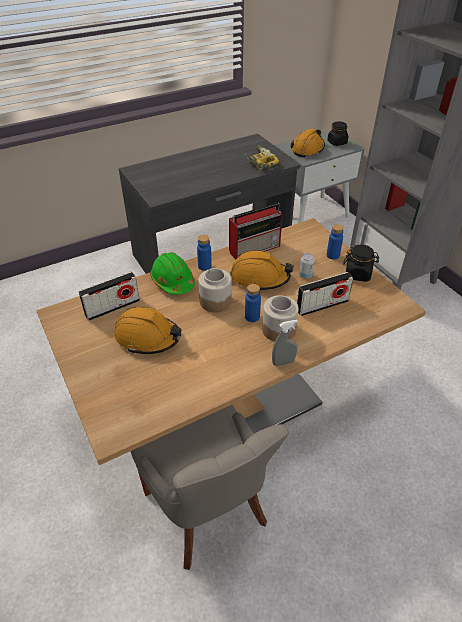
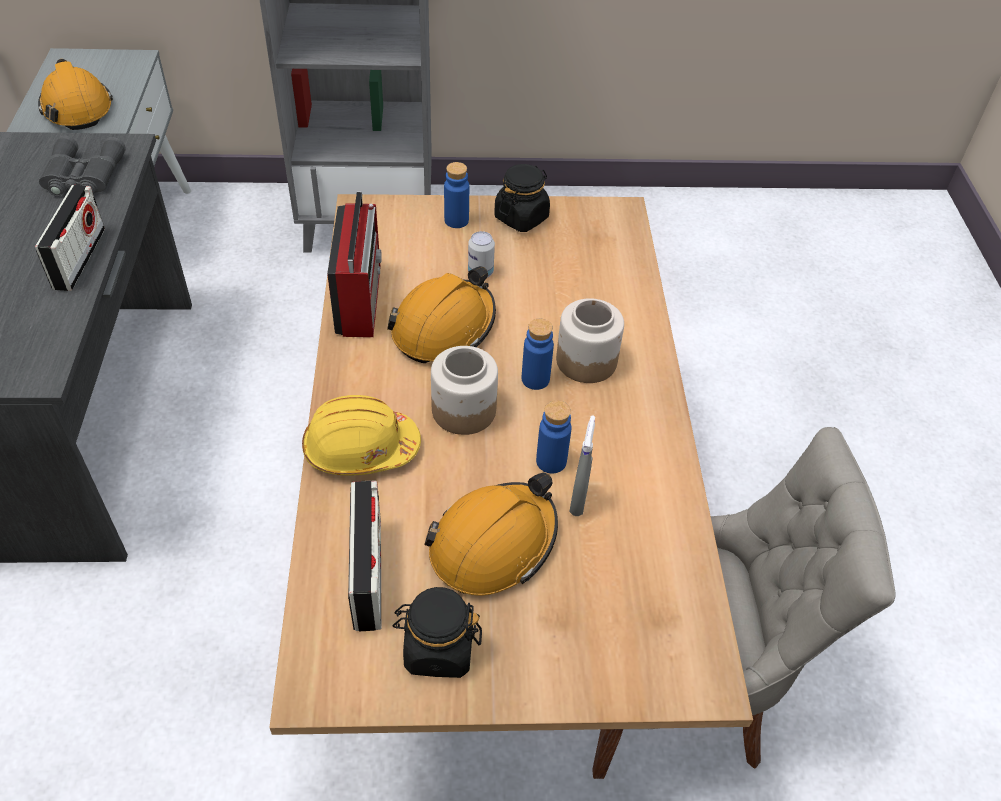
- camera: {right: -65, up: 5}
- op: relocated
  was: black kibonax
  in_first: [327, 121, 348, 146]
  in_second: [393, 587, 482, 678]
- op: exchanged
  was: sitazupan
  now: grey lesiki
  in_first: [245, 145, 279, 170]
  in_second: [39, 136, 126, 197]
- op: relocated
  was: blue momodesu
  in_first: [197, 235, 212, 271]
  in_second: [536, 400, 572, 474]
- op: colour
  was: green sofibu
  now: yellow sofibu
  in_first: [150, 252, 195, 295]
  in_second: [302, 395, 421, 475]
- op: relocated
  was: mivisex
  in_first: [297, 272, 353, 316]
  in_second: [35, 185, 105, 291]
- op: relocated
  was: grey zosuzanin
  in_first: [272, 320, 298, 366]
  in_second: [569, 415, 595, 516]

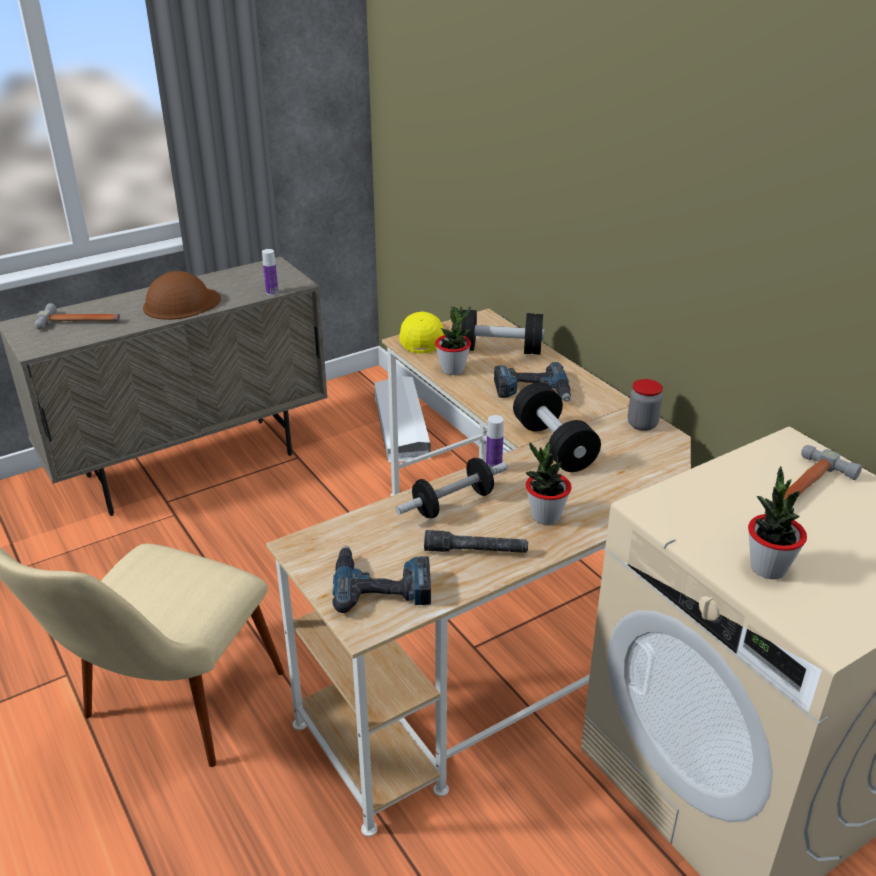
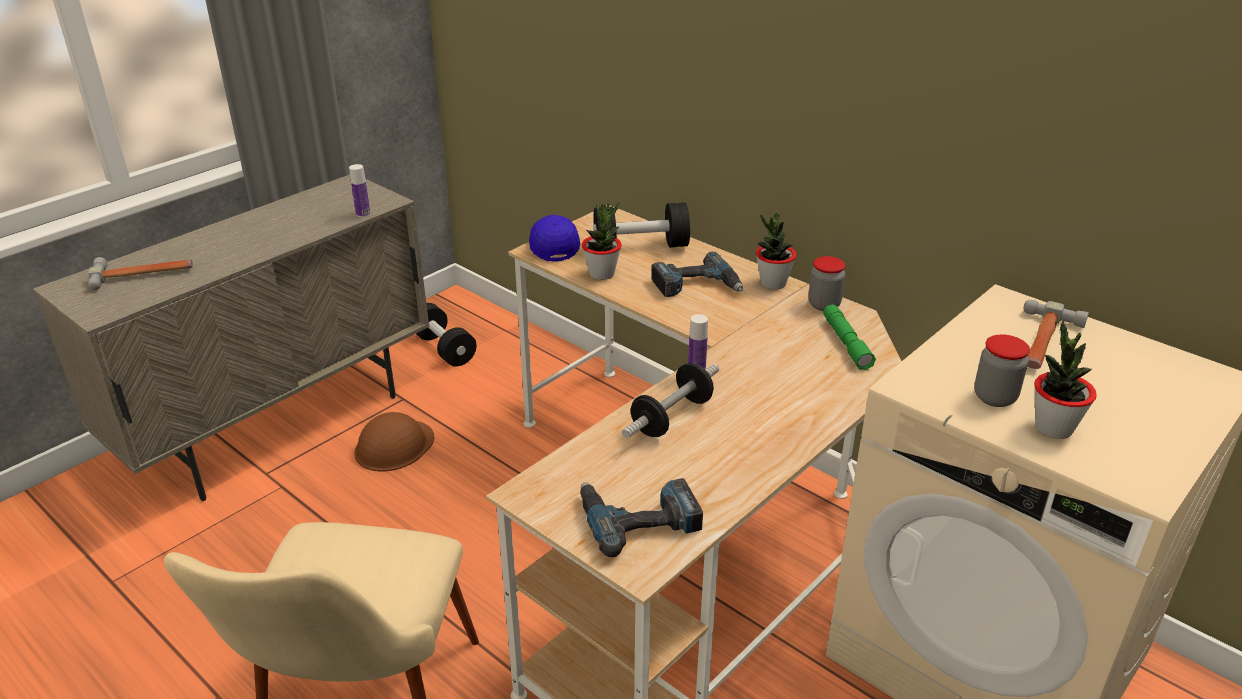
- camera: {right: -15, up: 0}
- op: relocated
  was: brown sofibu
  in_first: [143, 271, 221, 320]
  in_second: [354, 412, 434, 471]
- op: colour
  was: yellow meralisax
  now: blue meralisax
  in_first: [399, 311, 444, 354]
  in_second: [529, 215, 580, 262]
- op: missing
  was: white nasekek
  in_first: [374, 376, 431, 463]
- op: relocated
  was: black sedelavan
  in_first: [513, 382, 601, 472]
  in_second: [416, 303, 477, 366]
- op: relocated
  was: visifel
  in_first: [526, 442, 571, 525]
  in_second: [756, 213, 797, 290]
- op: missing
  was: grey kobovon
  in_first: [424, 530, 528, 553]
- op: appeared
  now: green kobovon
  in_second: [823, 305, 876, 370]
- op: appeared
  now: kibonax
  in_second: [974, 334, 1030, 407]

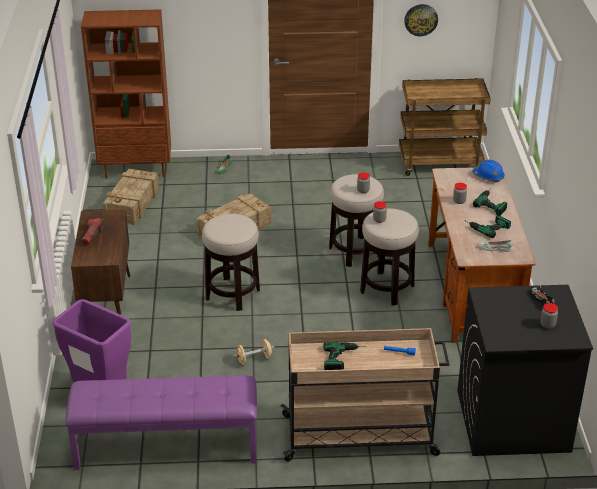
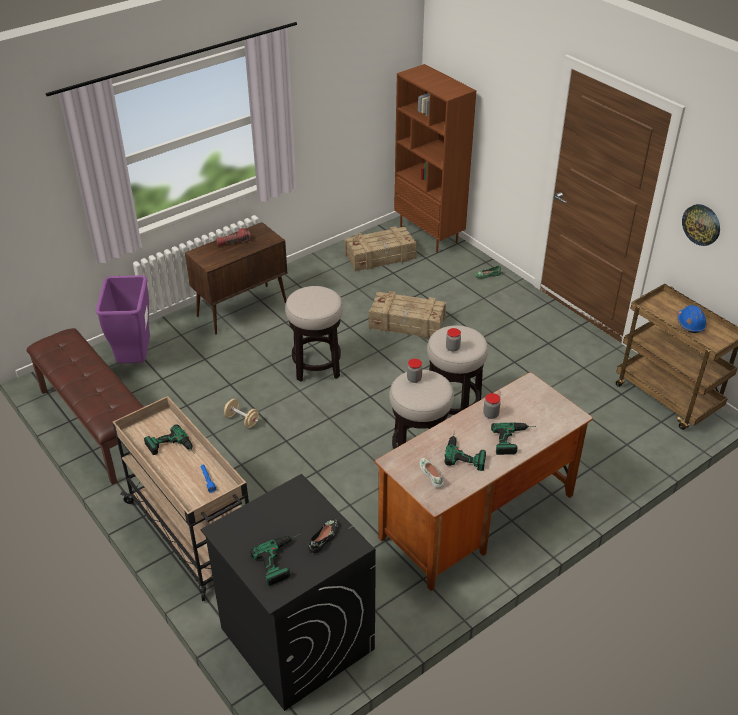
- camera: {right: 55, up: 5}
- op: relocated
  was: blue sofibu
  in_first: [473, 159, 505, 182]
  in_second: [677, 305, 707, 333]
- op: exchanged
  was: kibonax
  now: sitazupan
  in_first: [540, 303, 558, 329]
  in_second: [250, 534, 301, 586]
- op: colour
  was: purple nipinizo
  now: brown nipinizo
  in_first: [65, 375, 257, 470]
  in_second: [27, 328, 144, 485]

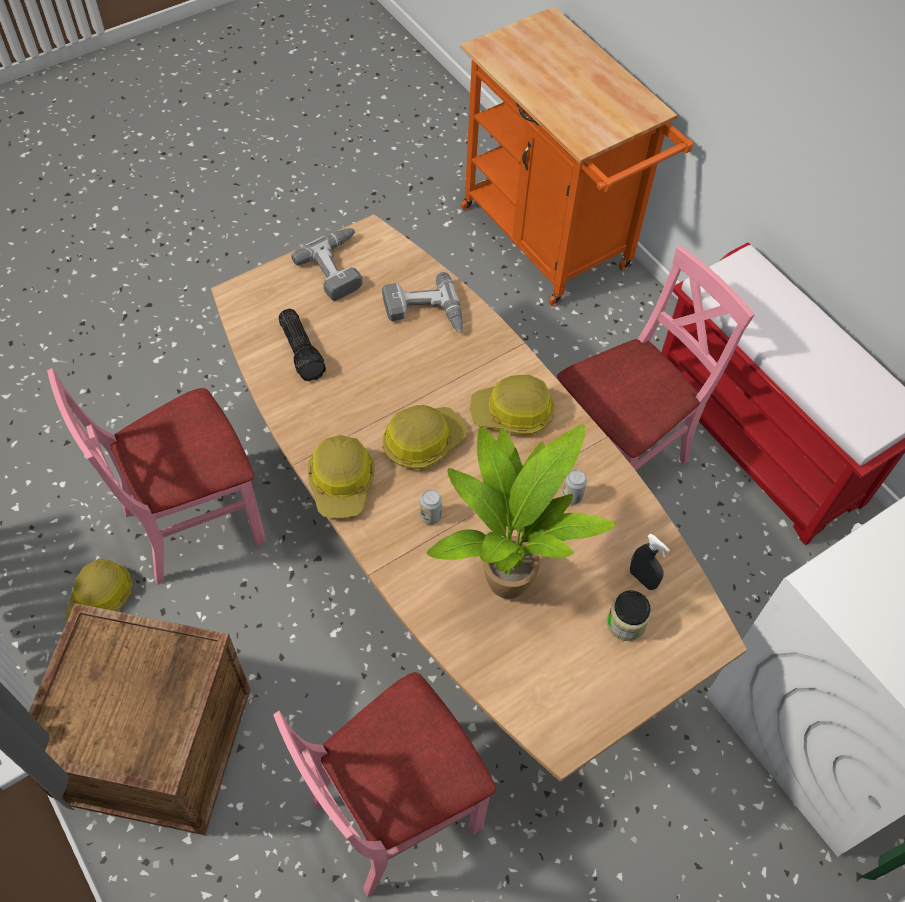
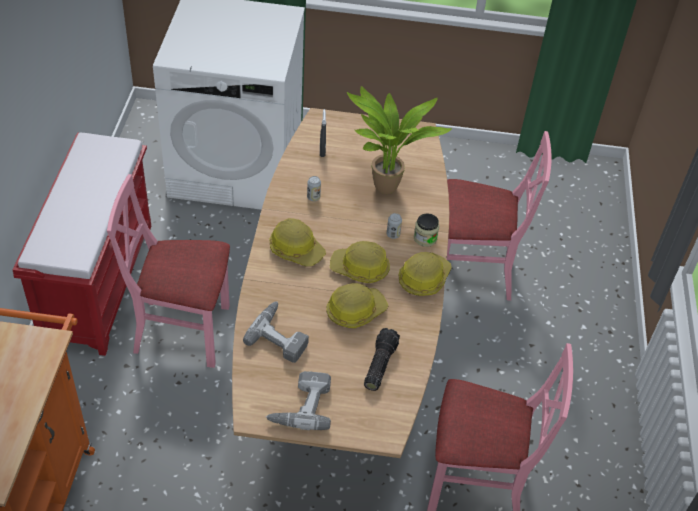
- camera: {right: -140, up: -10}
- op: relocated
  was: sofibu
  in_first: [65, 559, 133, 622]
  in_second: [326, 283, 388, 328]
- op: relocated
  was: kibonax
  in_first: [607, 590, 651, 641]
  in_second: [414, 213, 439, 247]
- op: missing
  was: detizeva
  in_first: [27, 603, 250, 835]

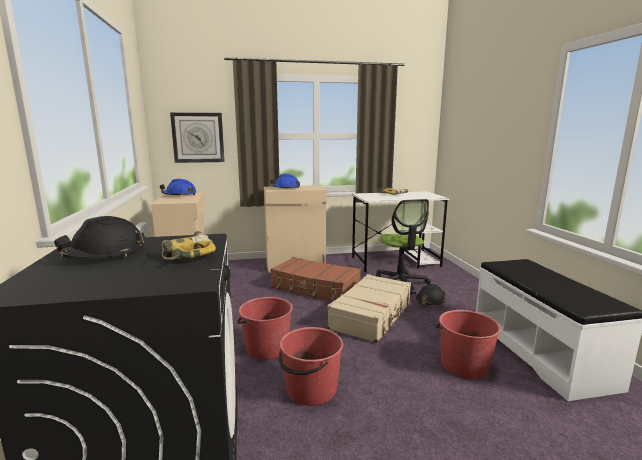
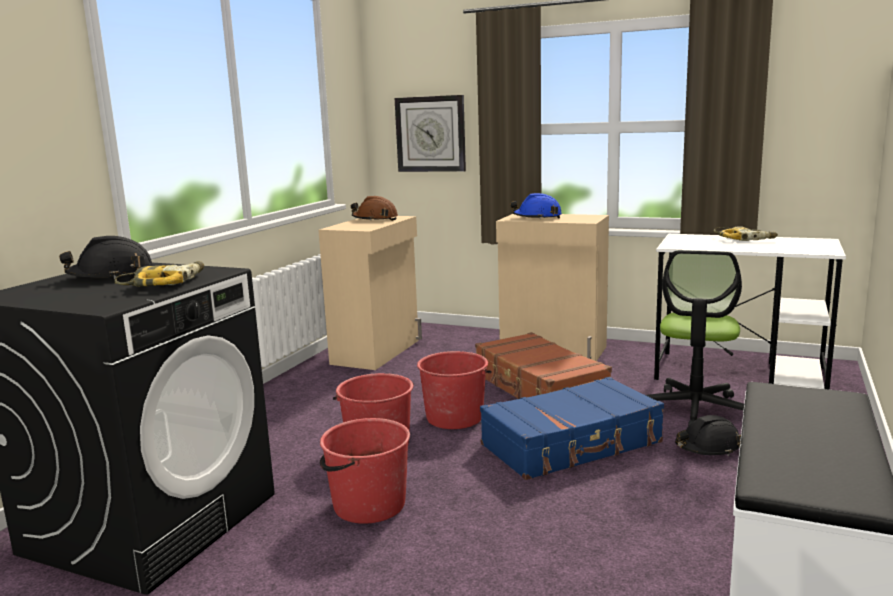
- camera: {right: 35, up: 0}
- op: colour
  was: blue sofibu
  now: brown sofibu
  in_first: [160, 179, 196, 195]
  in_second: [351, 196, 398, 221]
- op: colour
  was: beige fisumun
  now: blue fisumun
  in_first: [327, 274, 412, 343]
  in_second: [480, 377, 664, 480]
- op: relocated
  was: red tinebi
  in_first: [436, 310, 501, 379]
  in_second: [417, 351, 492, 429]

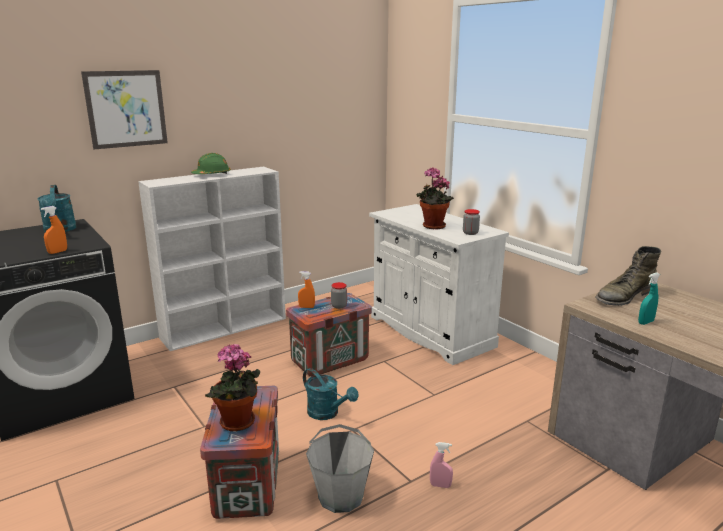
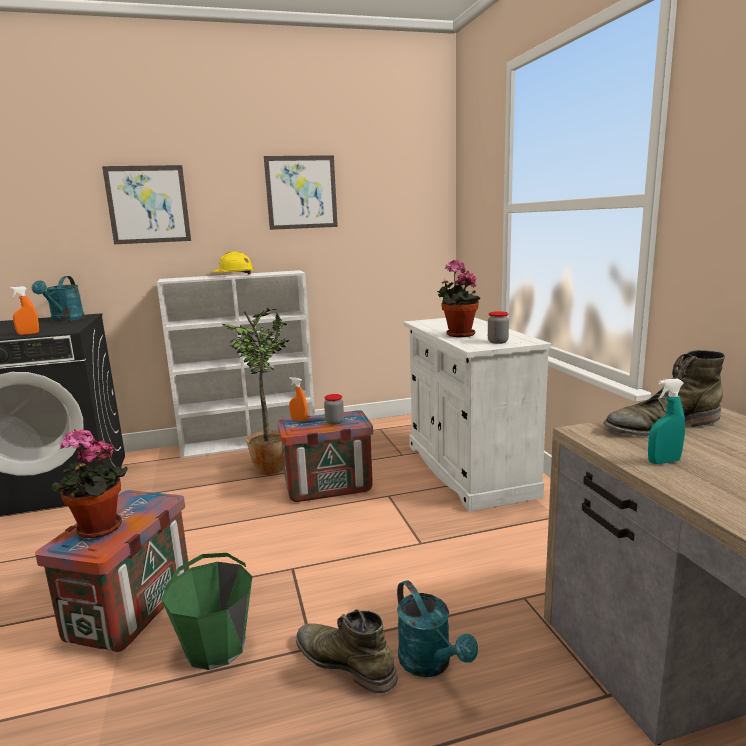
- camera: {right: 20, up: -5}
- op: colour
  was: green sofibu
  now: yellow sofibu
  in_first: [191, 153, 231, 174]
  in_second: [212, 251, 255, 275]
- op: relocated
  was: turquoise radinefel
  in_first: [303, 368, 358, 420]
  in_second: [397, 580, 478, 677]
- op: colour
  was: grey tinebi
  now: green tinebi
  in_first: [306, 424, 374, 513]
  in_second: [161, 553, 252, 670]
- op: exchanged
  was: pink zosuzanin
  now: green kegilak
  in_first: [430, 442, 453, 488]
  in_second: [296, 609, 398, 693]
- op: appeared
  now: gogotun
  in_second: [264, 155, 338, 230]
- op: appeared
  now: visifel
  in_second: [222, 307, 289, 475]

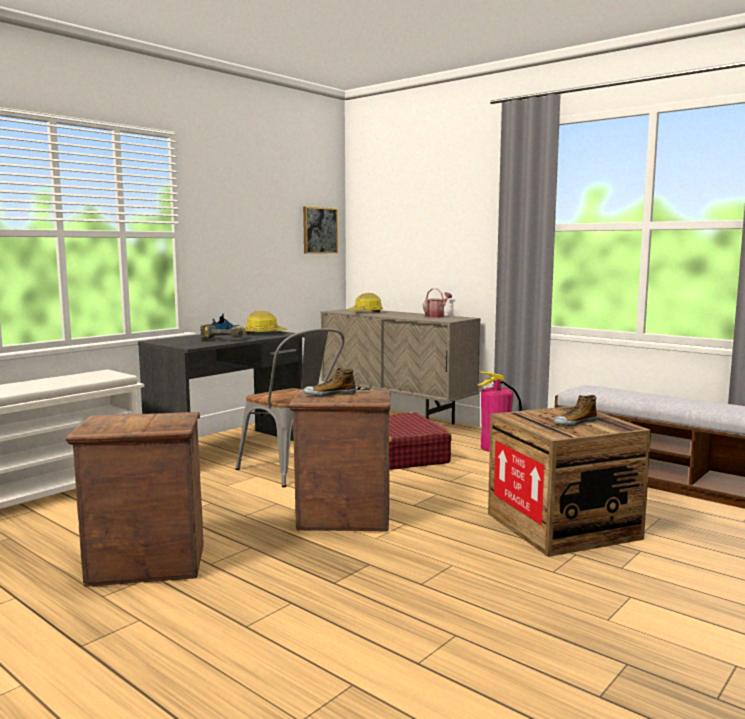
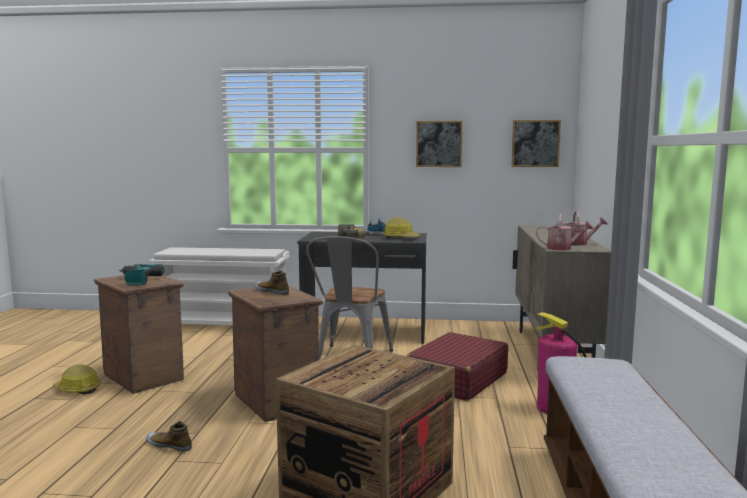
- camera: {right: 55, up: 0}
- op: relocated
  was: sofibu
  in_first: [347, 293, 383, 313]
  in_second: [53, 364, 101, 395]
- op: relocated
  was: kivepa
  in_first: [553, 395, 597, 426]
  in_second: [146, 421, 192, 452]
- op: appeared
  now: gogotun
  in_second: [416, 121, 463, 167]
- op: appeared
  now: radinefel
  in_second: [536, 214, 594, 250]
- op: appeared
  now: sitazupan
  in_second: [119, 264, 164, 285]

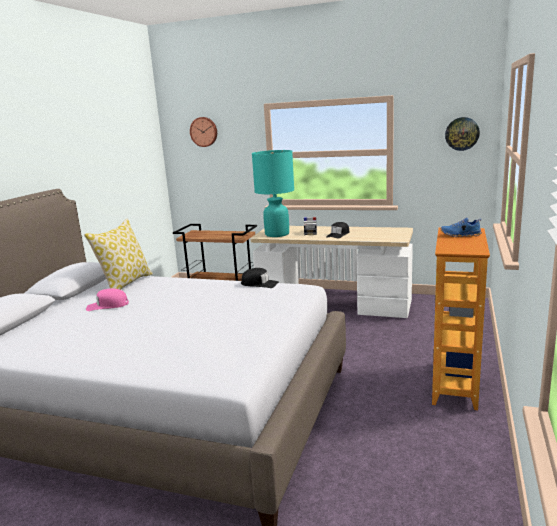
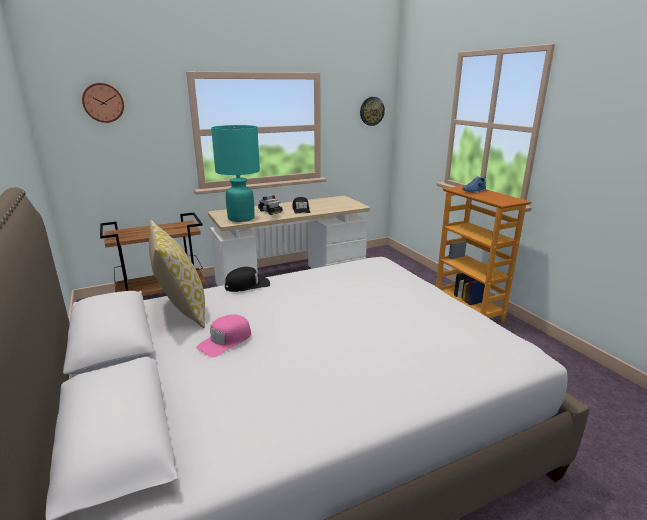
- camera: {right: -45, up: 5}
- op: relocated
  was: black meralisax
  in_first: [241, 268, 279, 288]
  in_second: [225, 267, 270, 292]

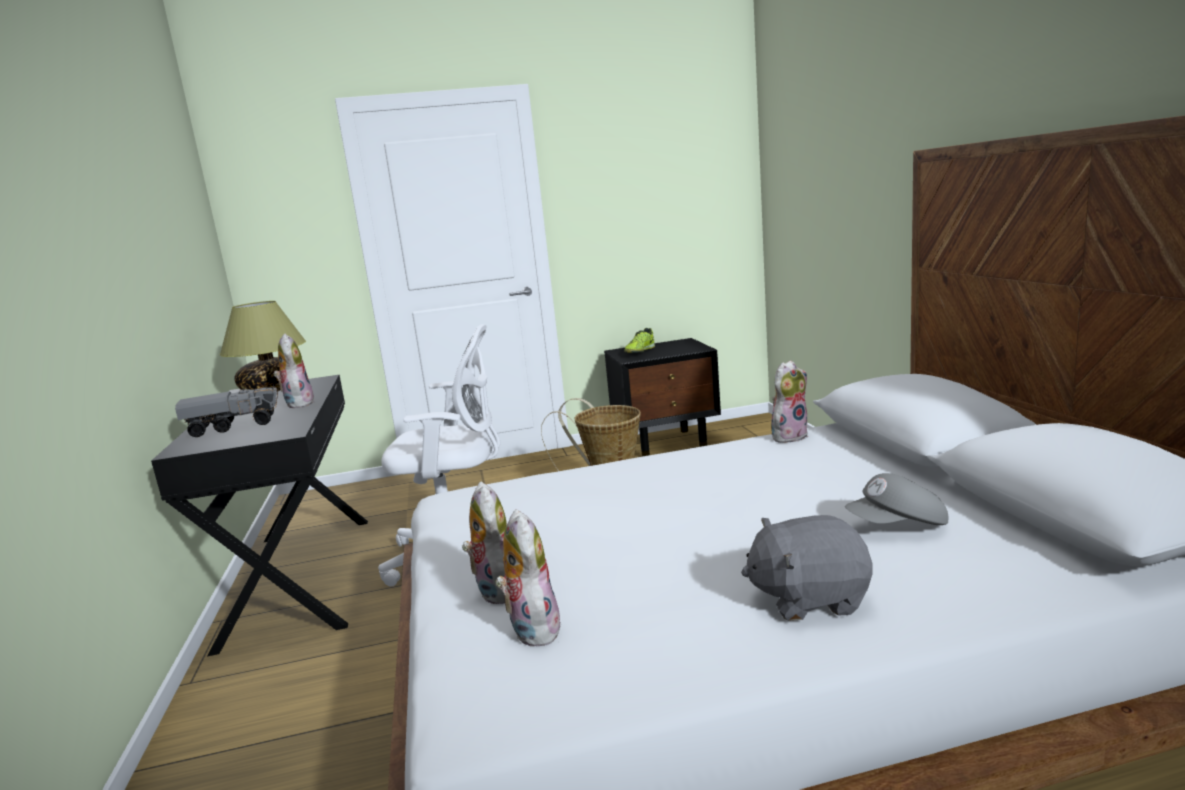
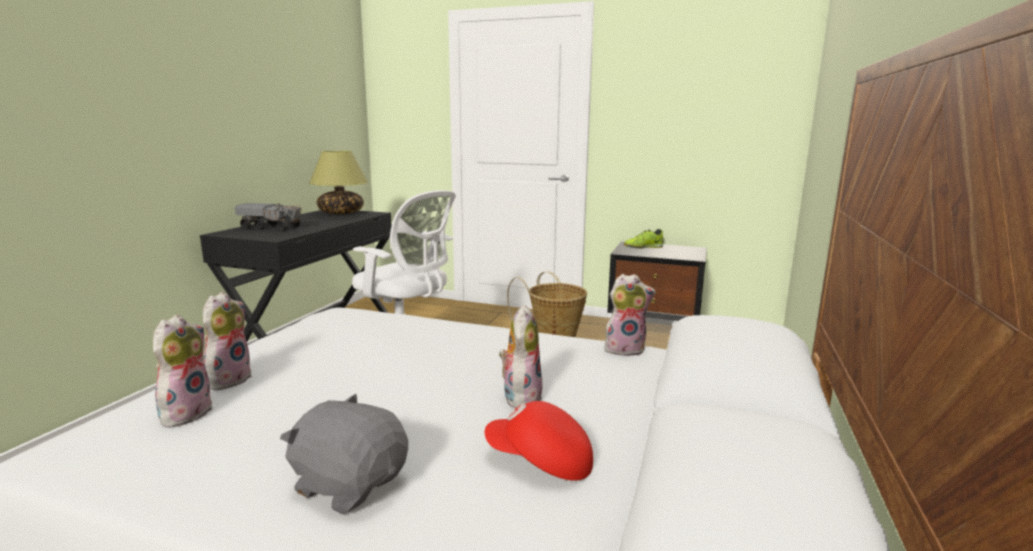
- camera: {right: 30, up: 0}
- op: relocated
  was: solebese
  in_first: [274, 334, 315, 408]
  in_second: [499, 305, 542, 408]
- op: colour
  was: grey meralisax
  now: red meralisax
  in_first: [845, 473, 948, 525]
  in_second: [485, 401, 593, 481]

